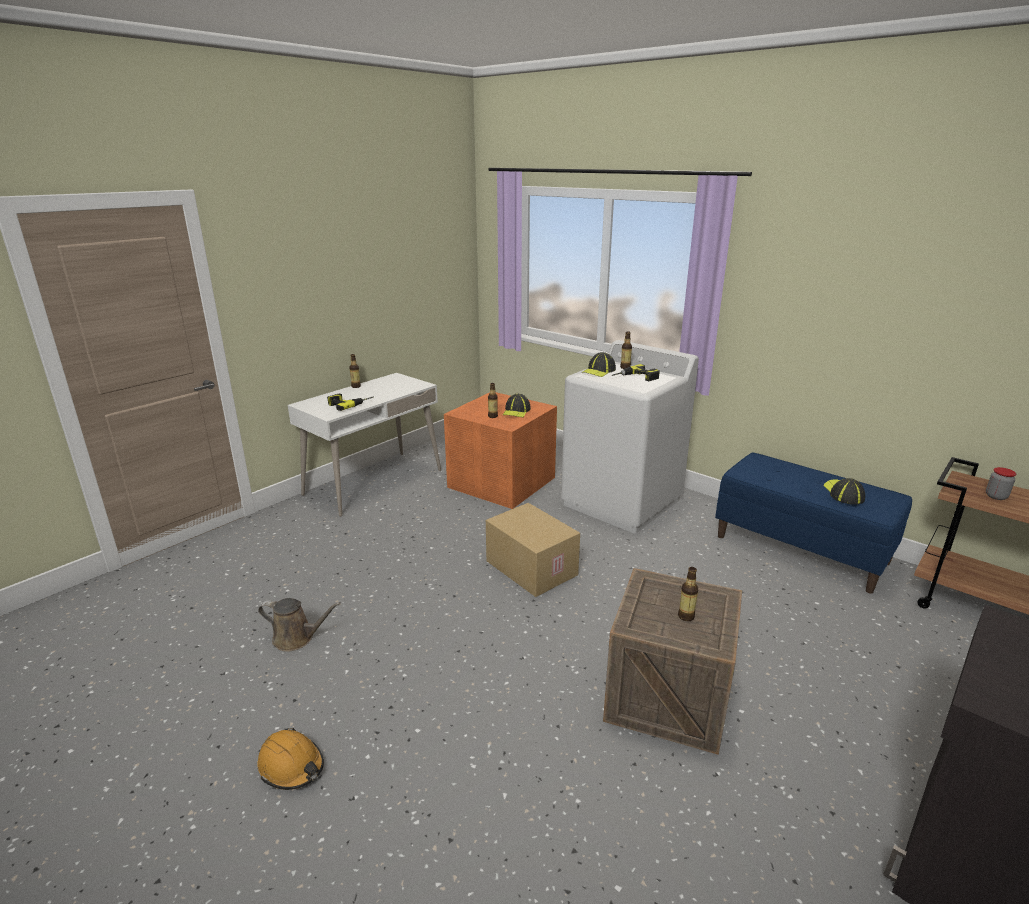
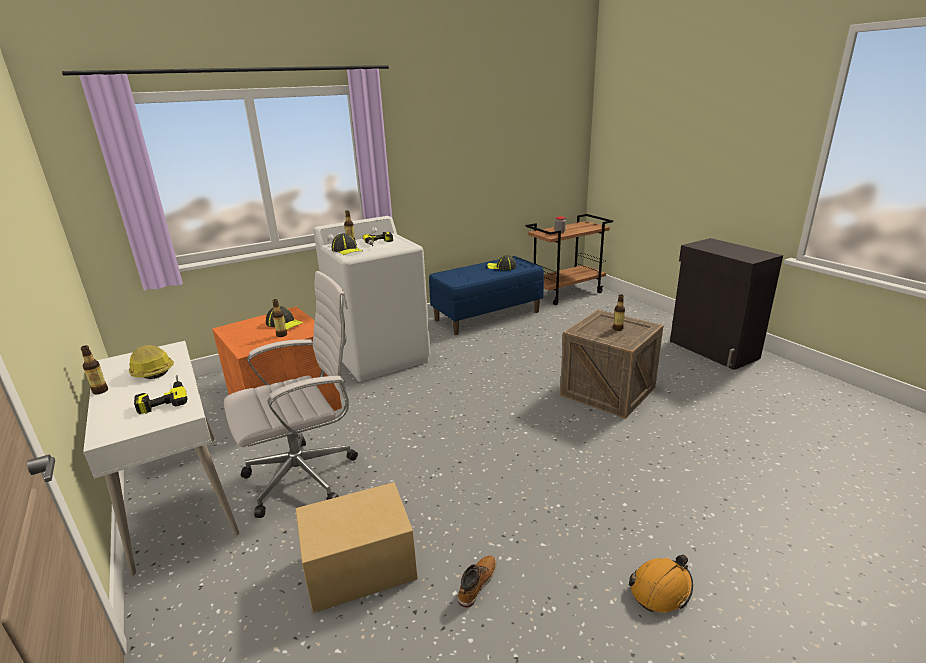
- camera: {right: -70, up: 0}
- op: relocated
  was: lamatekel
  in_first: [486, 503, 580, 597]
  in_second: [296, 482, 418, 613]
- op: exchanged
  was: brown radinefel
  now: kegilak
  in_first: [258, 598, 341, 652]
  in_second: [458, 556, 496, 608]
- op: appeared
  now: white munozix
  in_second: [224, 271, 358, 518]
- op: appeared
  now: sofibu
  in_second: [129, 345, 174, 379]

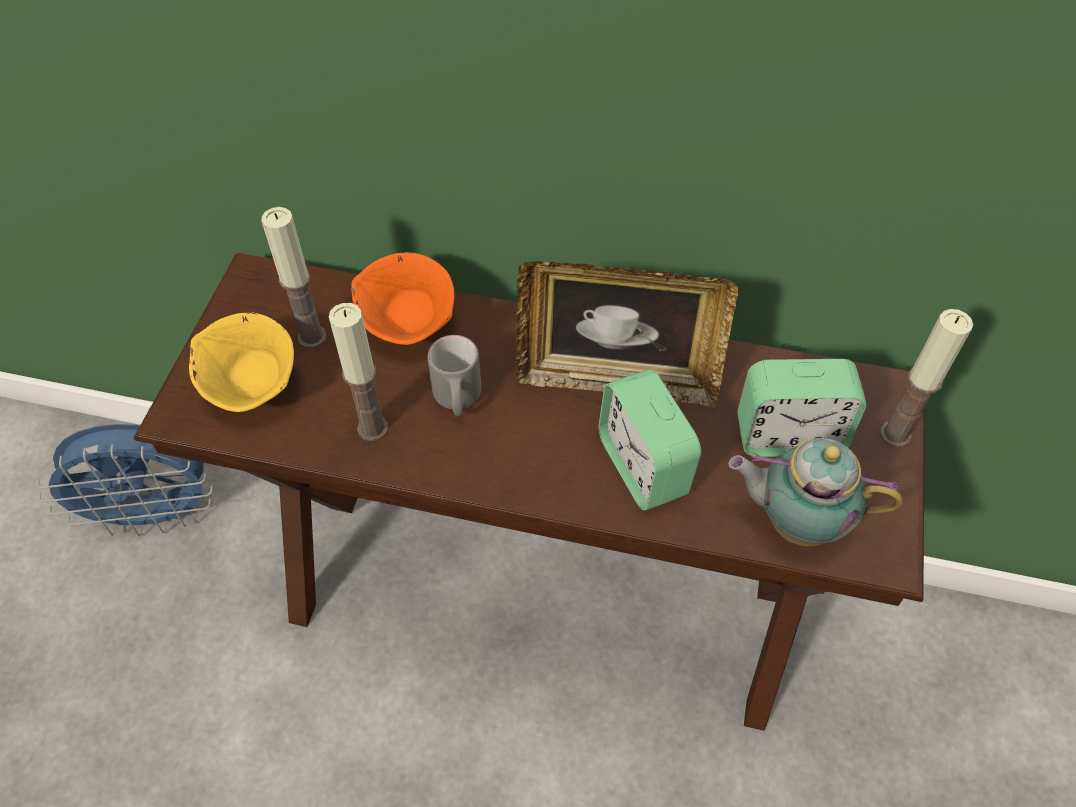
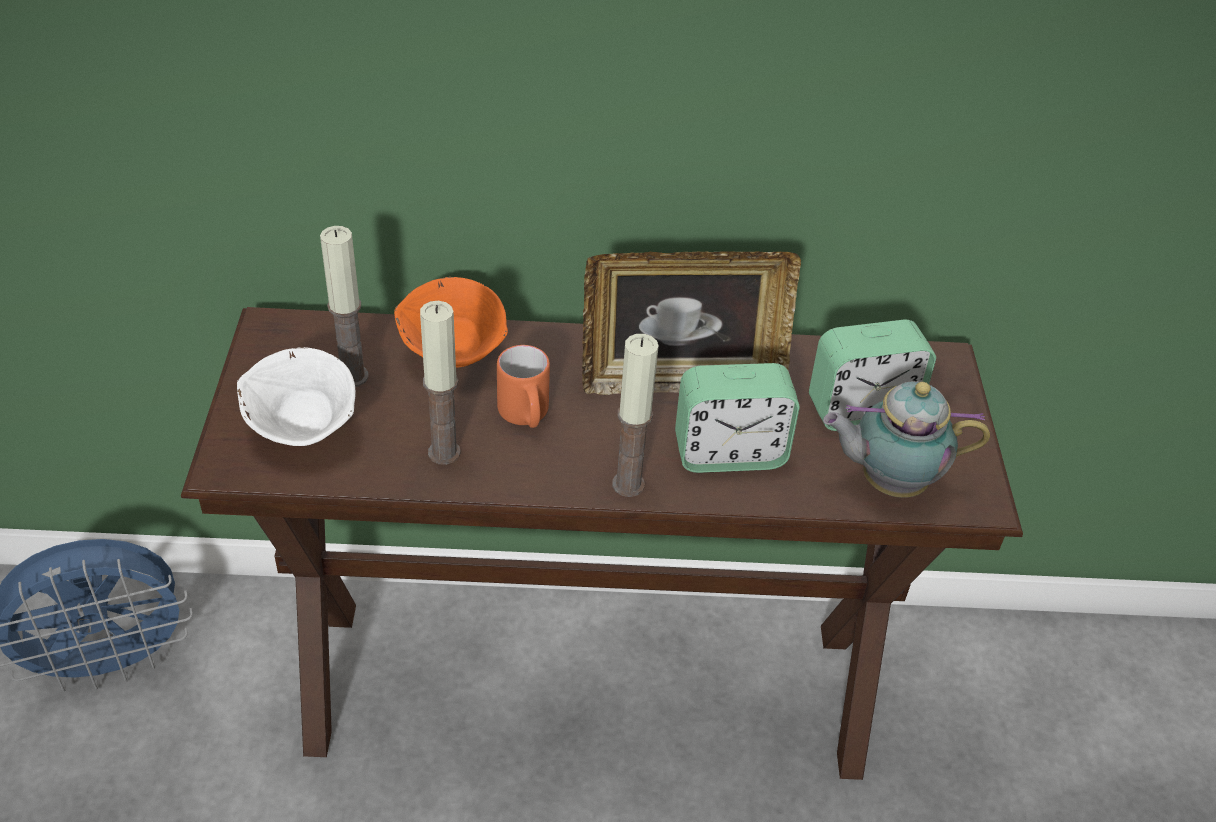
- camera: {right: -15, up: -10}
- op: relocated
  was: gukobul
  in_first: [880, 309, 973, 447]
  in_second: [612, 334, 659, 497]
- op: colour
  was: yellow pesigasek
  now: white pesigasek
  in_first: [189, 313, 294, 412]
  in_second: [237, 347, 356, 446]
- op: colour
  was: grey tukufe
  now: orange tukufe
  in_first: [428, 335, 481, 416]
  in_second: [497, 345, 550, 428]
- op: spun
  was: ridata
  in_first: [598, 369, 701, 511]
  in_second: [675, 363, 800, 473]
  clockwise: -60

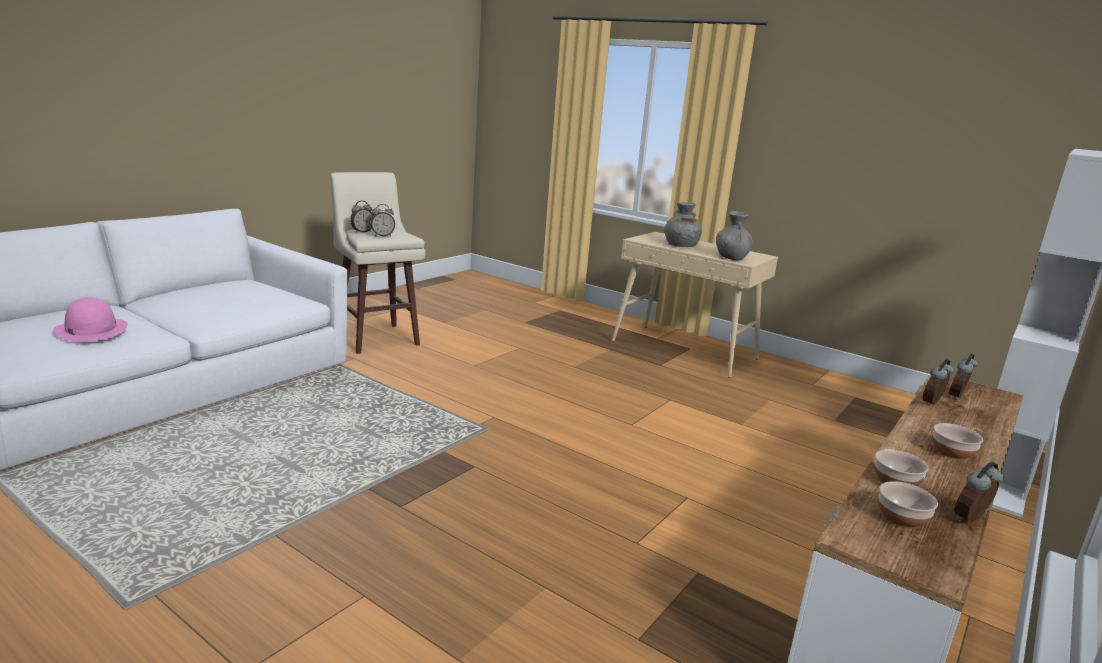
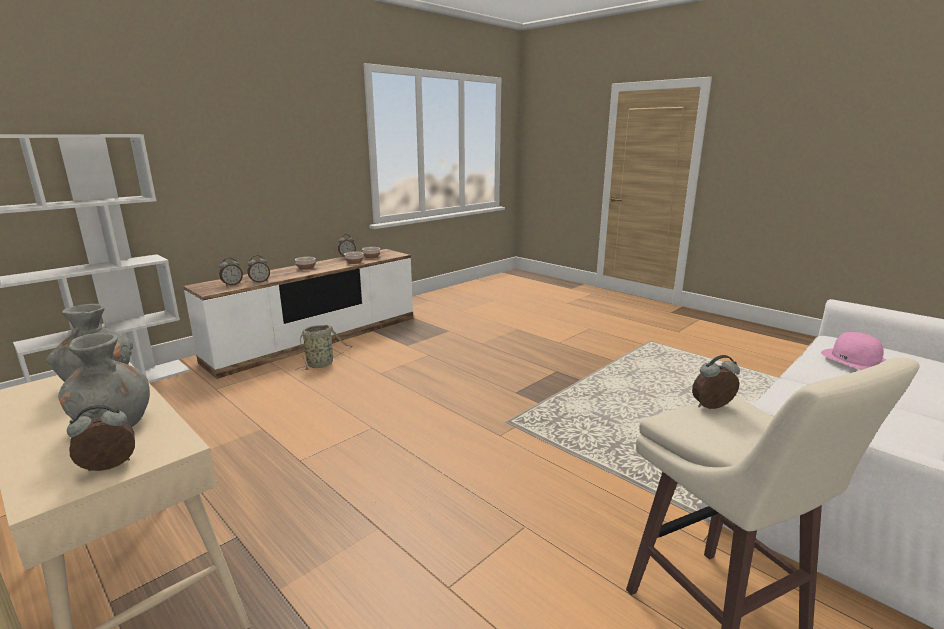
- camera: {right: -170, up: 0}
- op: relocated
  was: ridata
  in_first: [350, 201, 374, 233]
  in_second: [67, 405, 135, 471]
- op: appeared
  now: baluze
  in_second: [295, 325, 352, 371]

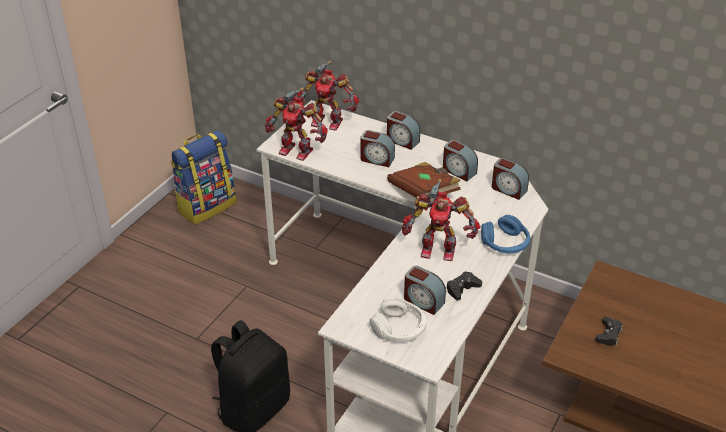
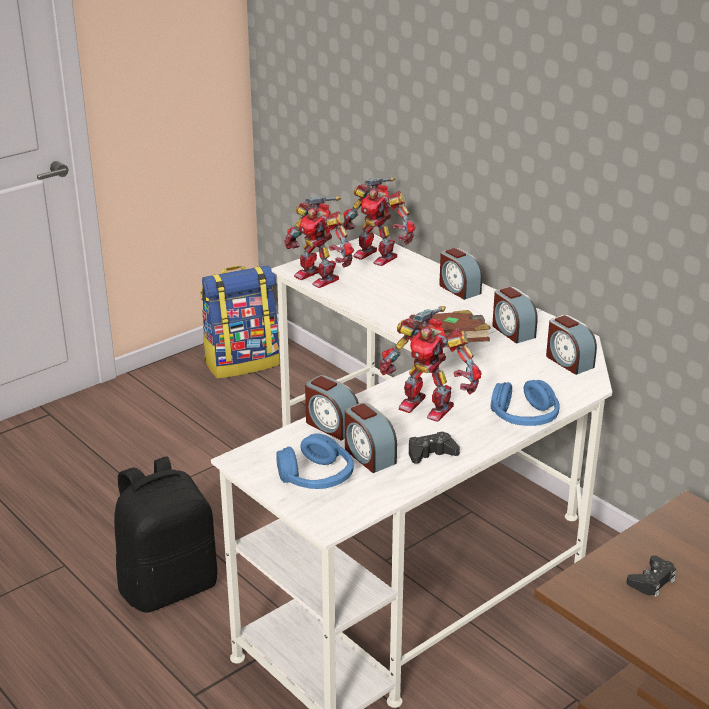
- camera: {right: 20, up: -10}
- op: relocated
  was: ridata
  in_first: [361, 130, 395, 167]
  in_second: [305, 375, 359, 441]
- op: colour
  was: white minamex
  now: blue minamex
  in_first: [369, 296, 427, 341]
  in_second: [276, 433, 354, 489]

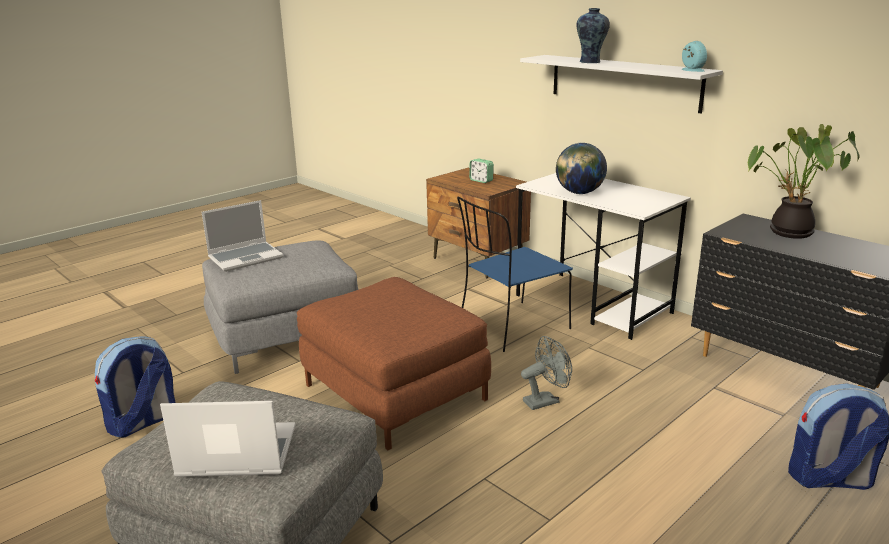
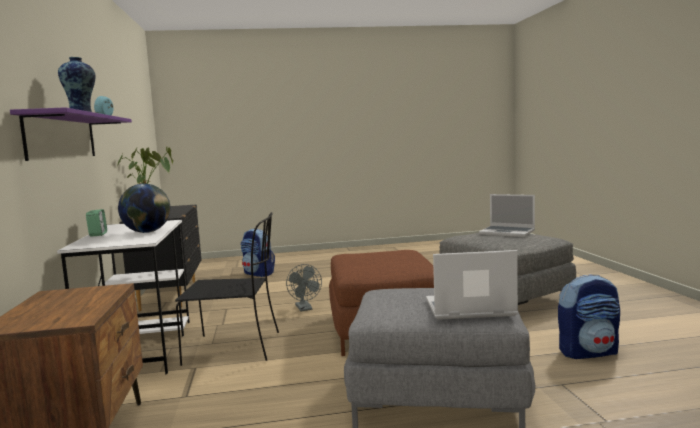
- camera: {right: -145, up: -15}
- op: colour
  was: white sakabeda
  now: purple sakabeda
  in_first: [520, 55, 723, 113]
  in_second: [10, 107, 132, 161]
- op: relocated
  was: ridata
  in_first: [469, 159, 494, 183]
  in_second: [86, 209, 107, 236]
- op: colour
  was: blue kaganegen
  now: black kaganegen
  in_first: [457, 197, 573, 352]
  in_second: [175, 212, 279, 366]
- op: spun
  was: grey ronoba
  in_first: [521, 336, 572, 410]
  in_second: [286, 264, 322, 311]
  clockwise: -120

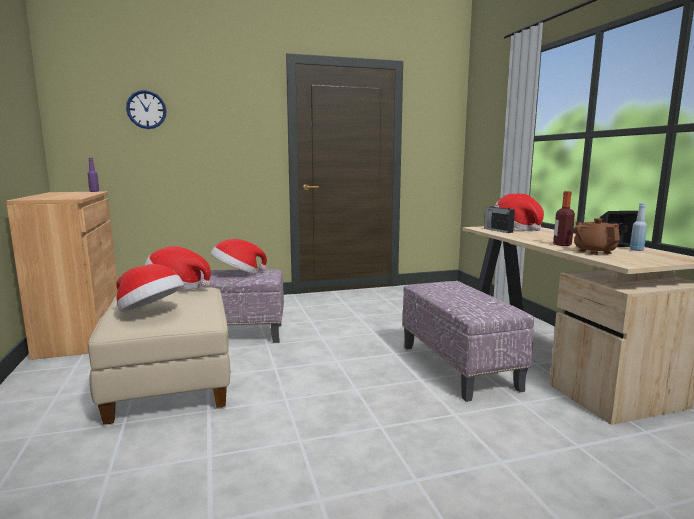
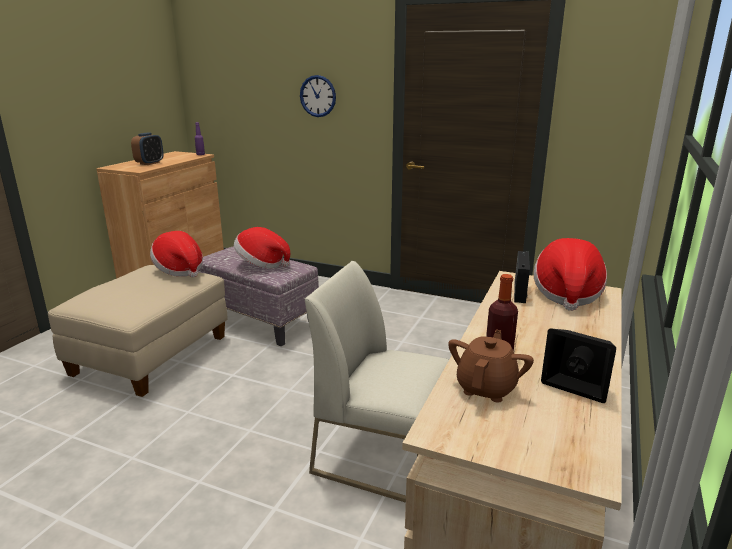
- camera: {right: 40, up: 10}
- op: relocated
  was: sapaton
  in_first: [126, 90, 167, 129]
  in_second: [300, 75, 336, 117]
- op: missing
  was: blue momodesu
  in_first: [630, 203, 647, 251]
- op: missing
  was: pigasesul
  in_first: [116, 264, 184, 312]
- op: exchanged
  was: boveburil
  now: white kaganegen
  in_first: [402, 281, 534, 402]
  in_second: [305, 261, 449, 503]
- op: appeared
  now: ridata
  in_second: [131, 132, 164, 165]

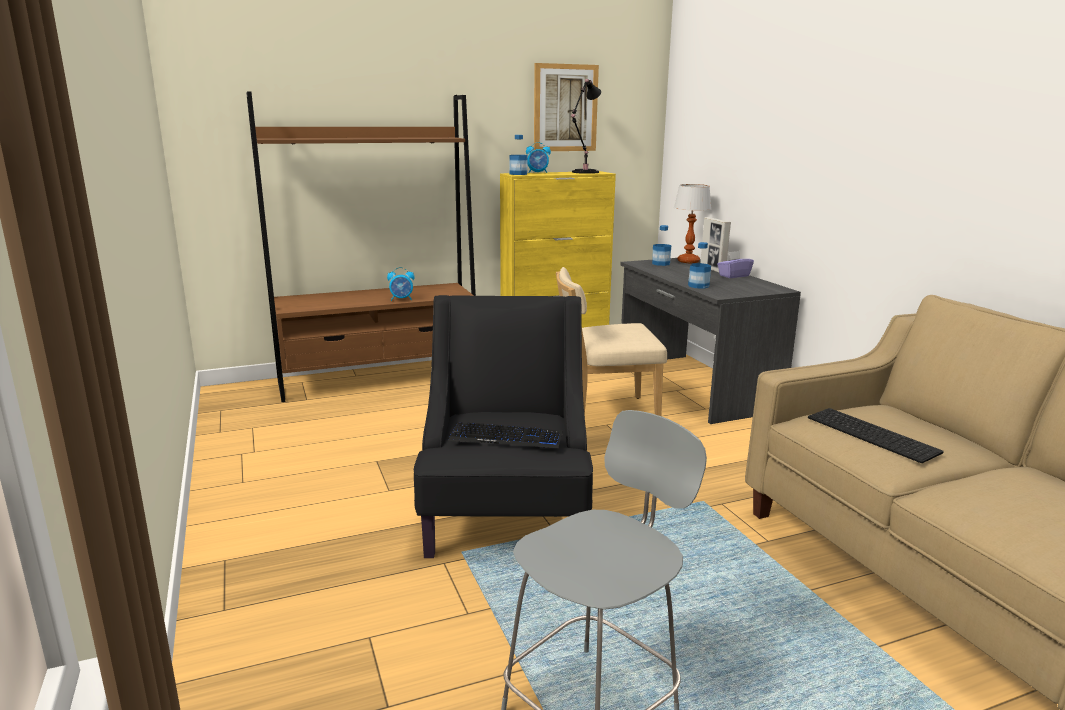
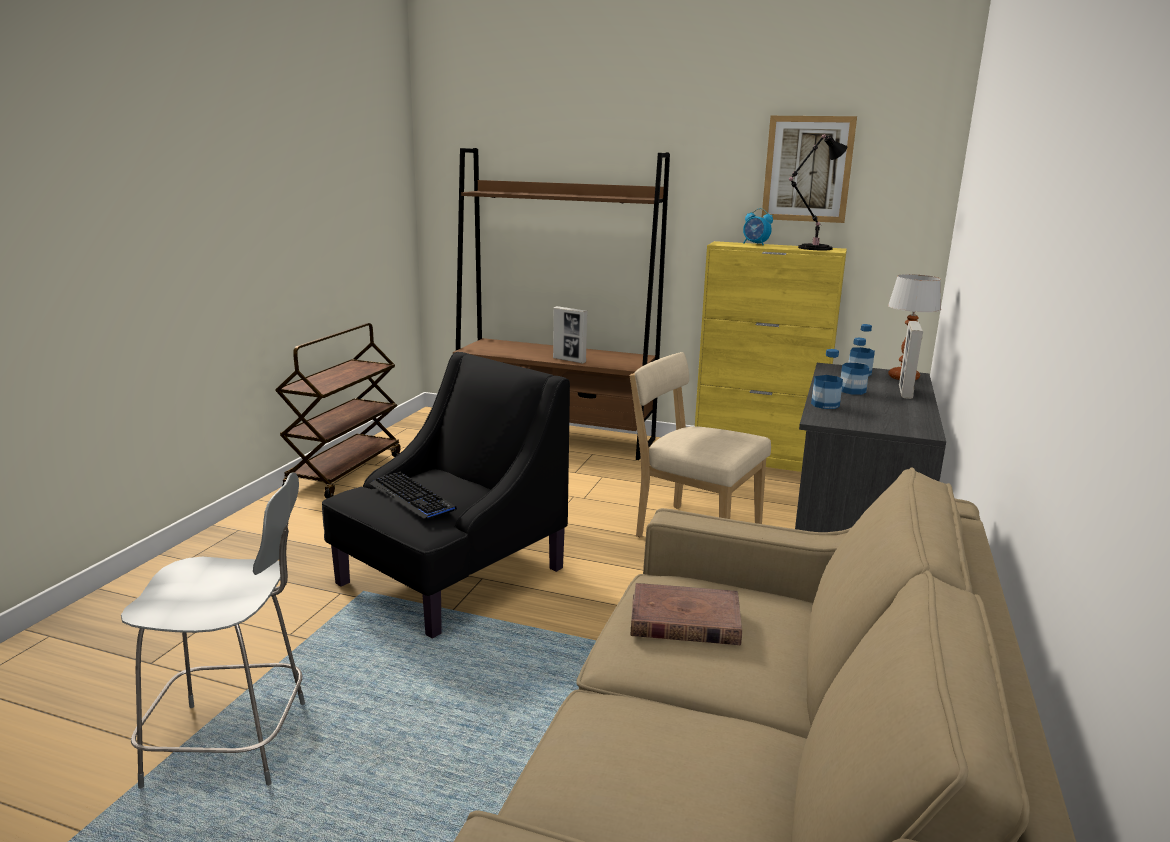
- camera: {right: 40, up: 0}
- op: relocated
  was: momodesu
  in_first: [509, 135, 528, 175]
  in_second: [841, 338, 869, 395]
- op: missing
  was: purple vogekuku
  in_first: [717, 251, 754, 278]
- op: exchanged
  was: ridata
  now: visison
  in_first: [387, 267, 415, 301]
  in_second: [553, 306, 588, 364]
- op: exchanged
  was: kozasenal
  now: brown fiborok
  in_first: [808, 408, 944, 463]
  in_second: [631, 583, 742, 645]
- op: appeared
  now: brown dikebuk
  in_second: [275, 323, 401, 498]

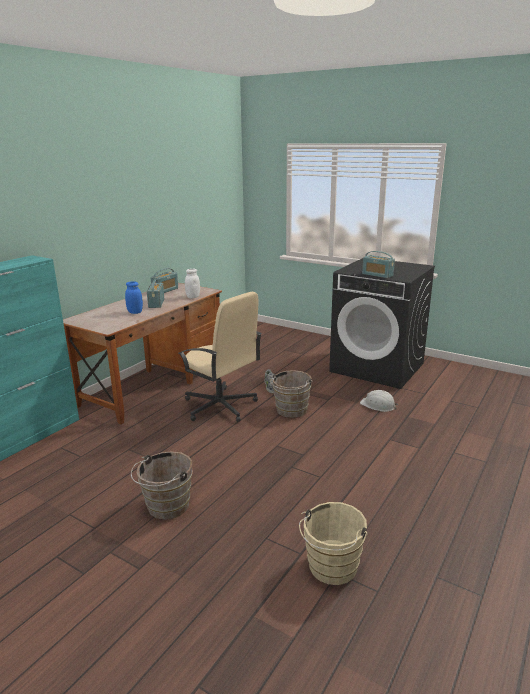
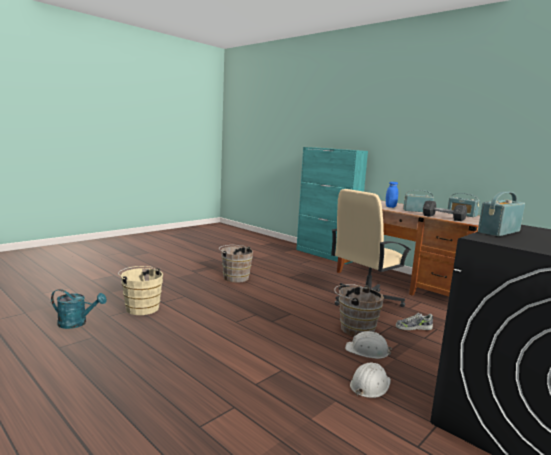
- camera: {right: 100, up: -10}
- op: exchanged
  was: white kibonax
  now: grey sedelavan
  in_first: [185, 269, 200, 298]
  in_second: [423, 201, 467, 221]
- op: appeared
  now: turquoise radinefel
  in_second: [51, 289, 107, 329]
- op: appeared
  now: white sofibu
  in_second: [345, 331, 392, 359]

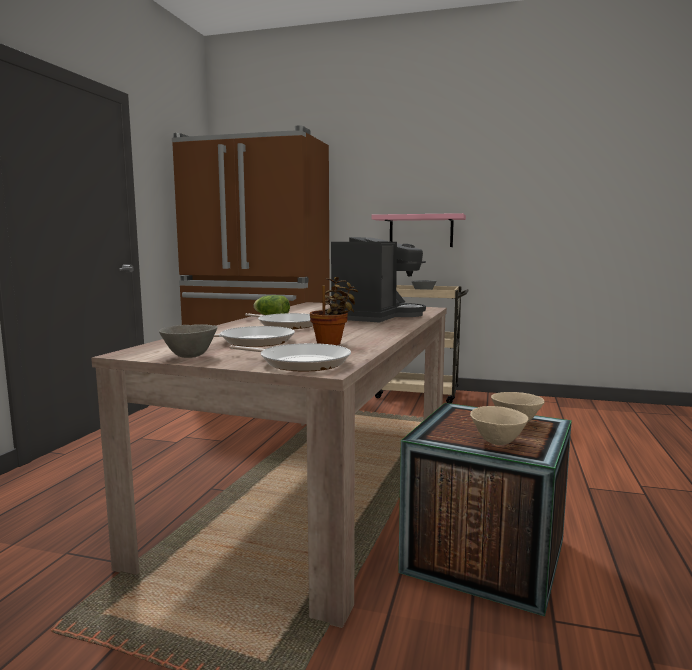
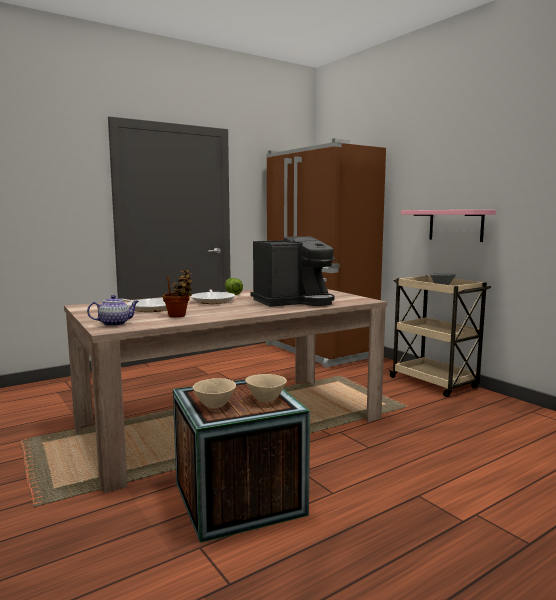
- camera: {right: 40, up: 0}
- op: missing
  was: grey pesigasek
  in_first: [159, 324, 218, 358]
- op: exchanged
  was: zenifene
  now: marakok
  in_first: [229, 343, 351, 371]
  in_second: [87, 295, 139, 326]

